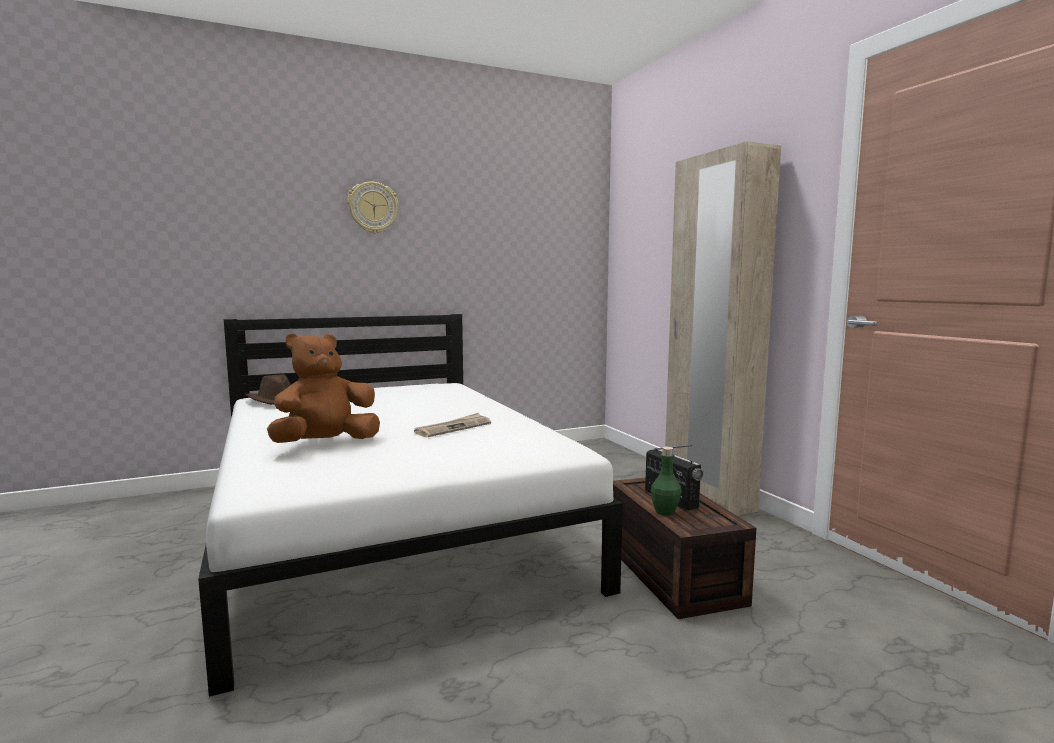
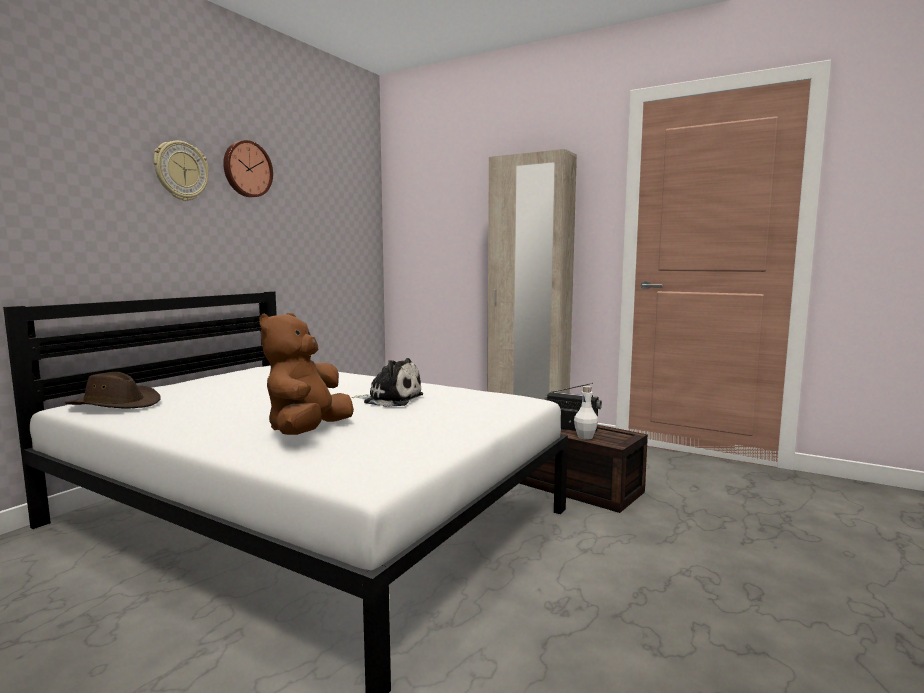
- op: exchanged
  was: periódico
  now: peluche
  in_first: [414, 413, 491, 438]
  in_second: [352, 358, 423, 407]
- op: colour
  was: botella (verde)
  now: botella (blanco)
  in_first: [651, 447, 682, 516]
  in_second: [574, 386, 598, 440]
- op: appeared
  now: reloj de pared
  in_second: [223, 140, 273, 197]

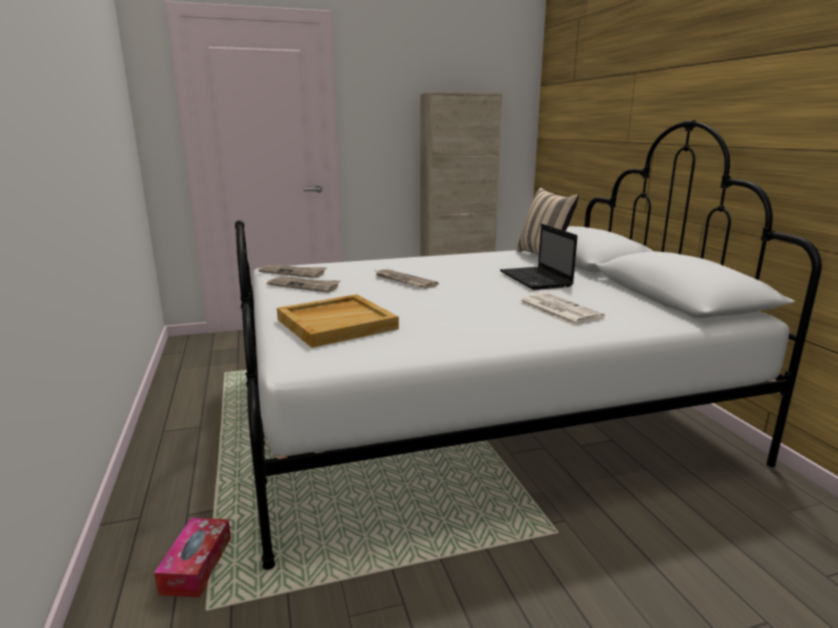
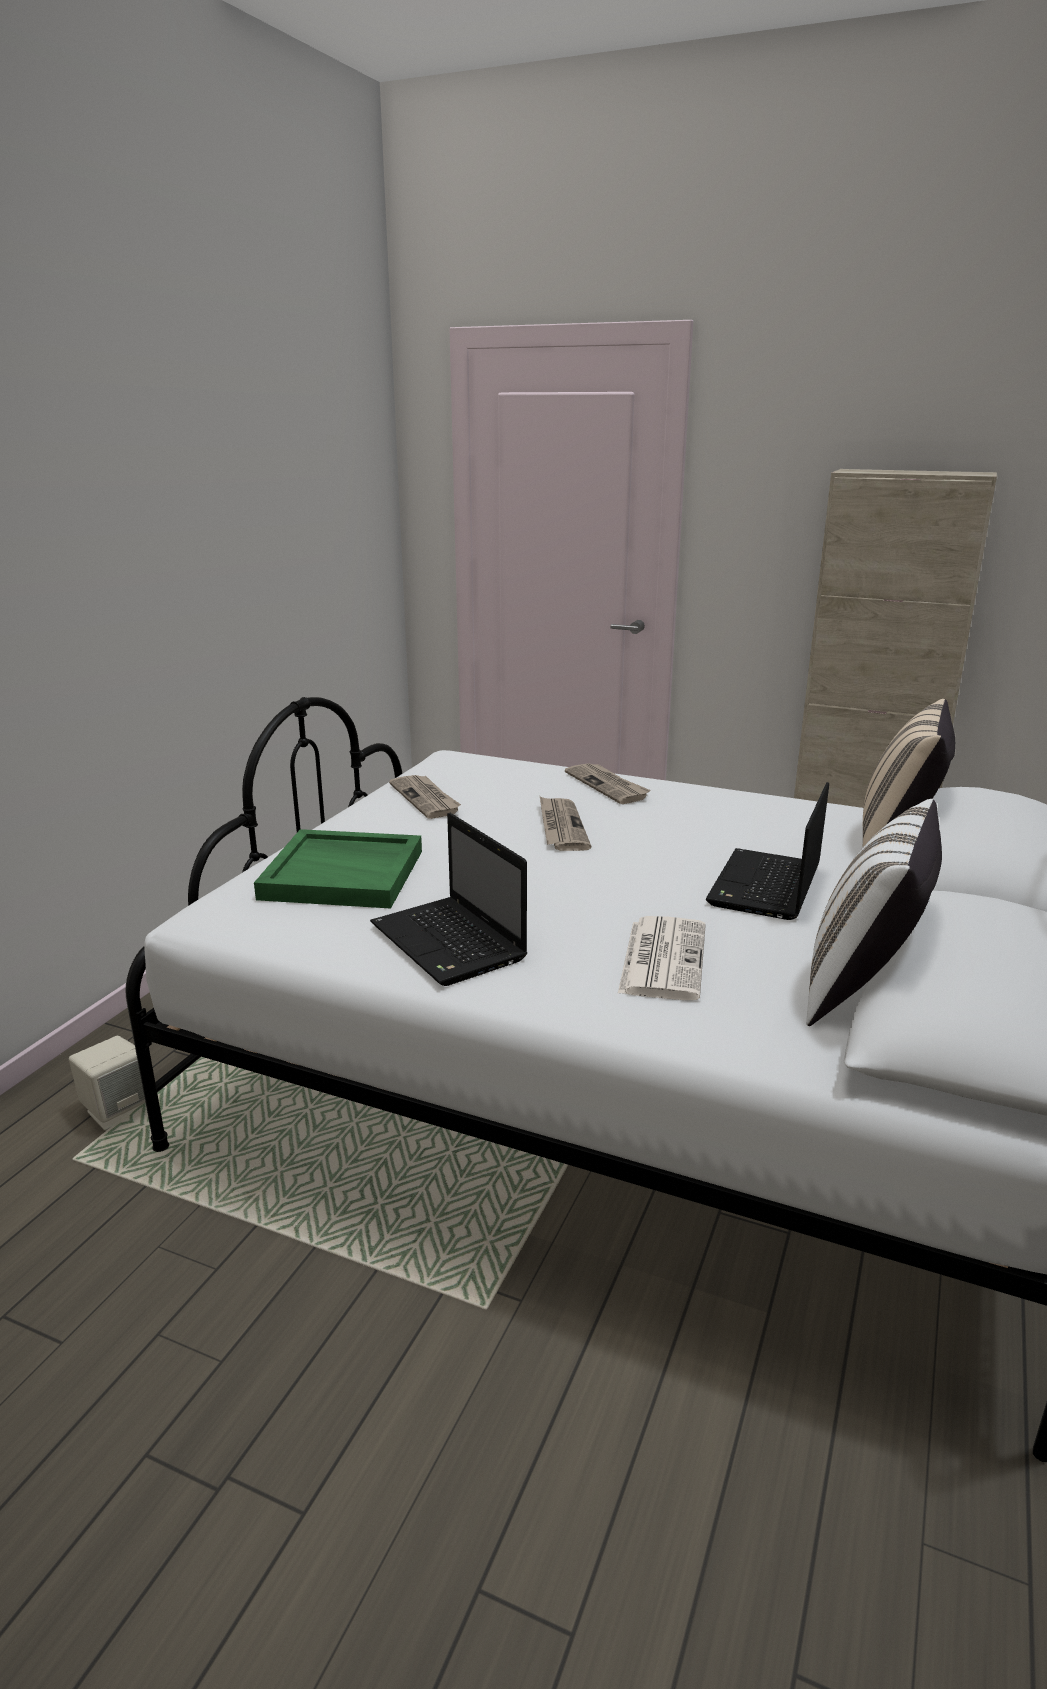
- op: relocated
  was: periódico
  in_first: [258, 264, 327, 278]
  in_second: [565, 763, 651, 804]
- op: colour
  was: bandeja (beis)
  now: bandeja (verde)
  in_first: [277, 294, 399, 348]
  in_second: [254, 829, 422, 909]
- op: exchanged
  was: caja de pañuelos
  now: altavoz (beis)
  in_first: [154, 518, 231, 597]
  in_second: [69, 1036, 146, 1131]
- op: appeared
  now: cojín (blanco)
  in_second: [806, 799, 942, 1026]
- op: appeared
  now: portátil
  in_second: [370, 813, 527, 986]

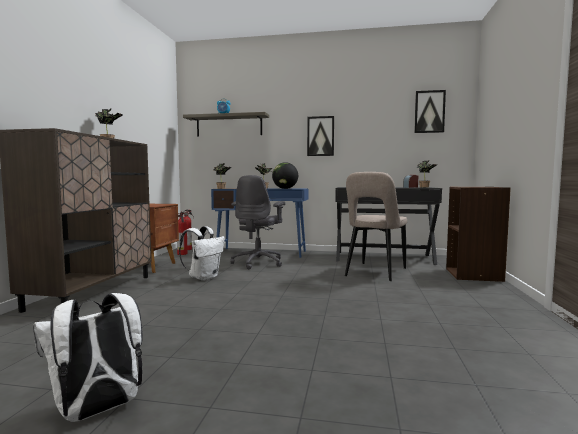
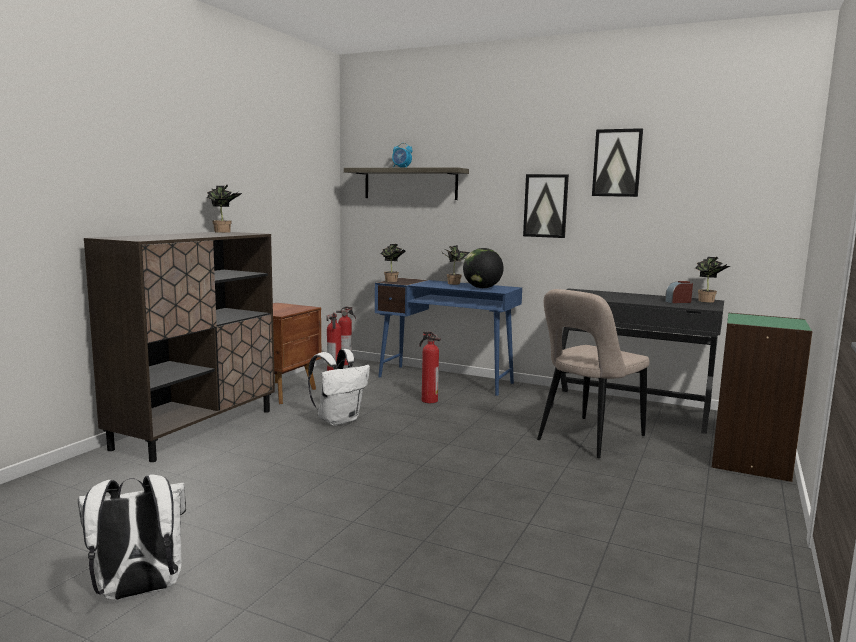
- op: relocated
  was: cuadro
  in_first: [414, 90, 446, 133]
  in_second: [592, 128, 643, 197]
- op: exchanged
  was: silla de oficina (gris)
  now: extintor
  in_first: [230, 175, 285, 269]
  in_second: [419, 331, 441, 403]
- op: colour
  was: estantería (marrón)
  now: estantería (verde)
  in_first: [446, 187, 511, 282]
  in_second: [712, 313, 813, 482]

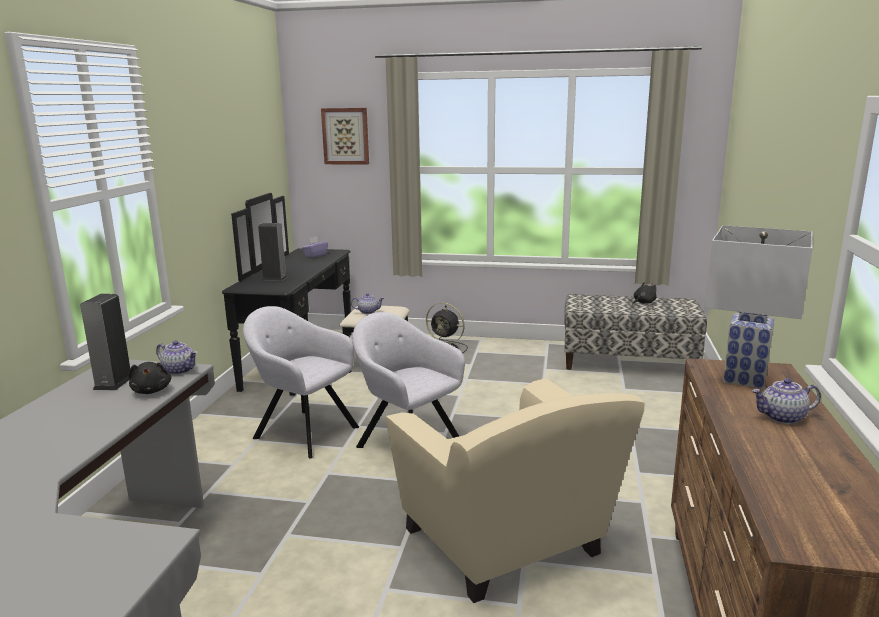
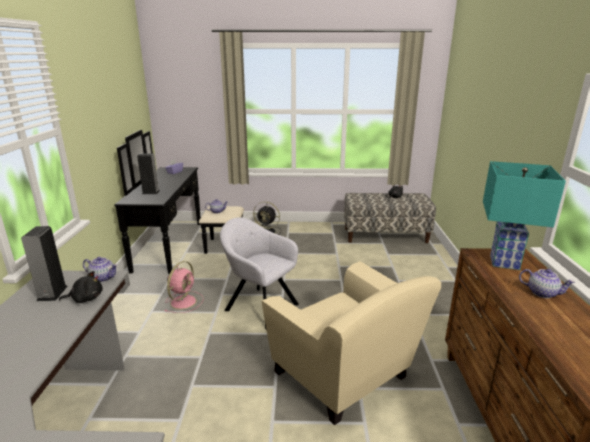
- op: missing
  was: cuadro
  in_first: [321, 108, 369, 165]
- op: colour
  was: lámpara de mesa (blanco)
  now: lámpara de mesa (turquesa)
  in_first: [705, 225, 813, 389]
  in_second: [483, 161, 566, 270]
- op: exchanged
  was: sillón (gris)
  now: ventilador (rosa)
  in_first: [243, 306, 359, 459]
  in_second: [165, 261, 204, 313]
- op: spun
  was: peluche (negro)
  in_first: [128, 362, 171, 394]
  in_second: [59, 271, 103, 303]
  clockwise: -75
- op: spun
  was: tetera
  in_first: [752, 378, 821, 424]
  in_second: [519, 269, 575, 298]
  clockwise: -135

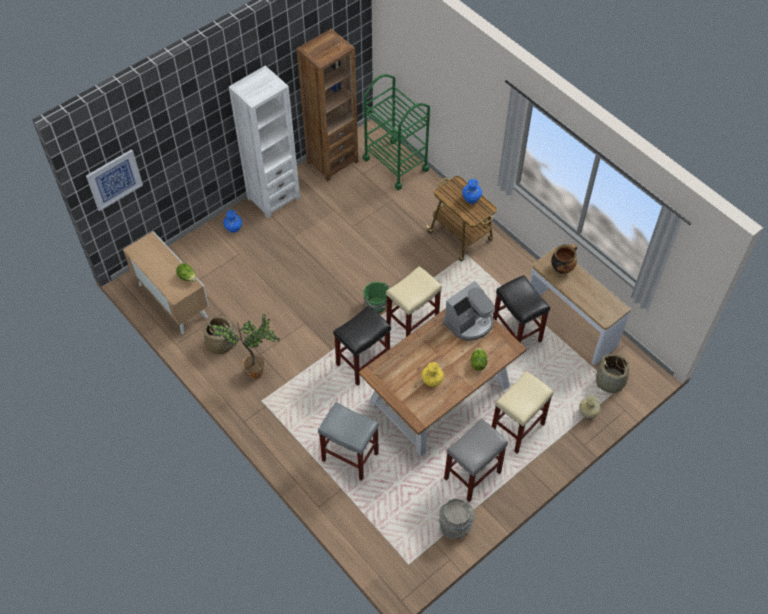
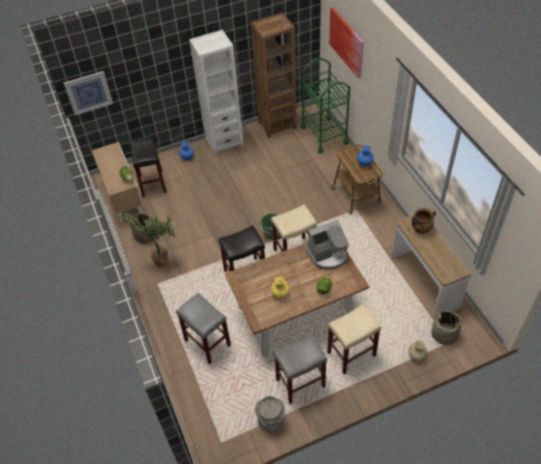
- op: relocated
  was: taburete (negro)
  in_first: [493, 275, 550, 343]
  in_second: [130, 137, 167, 197]
- op: appeared
  now: cuadro
  in_second: [329, 7, 364, 79]

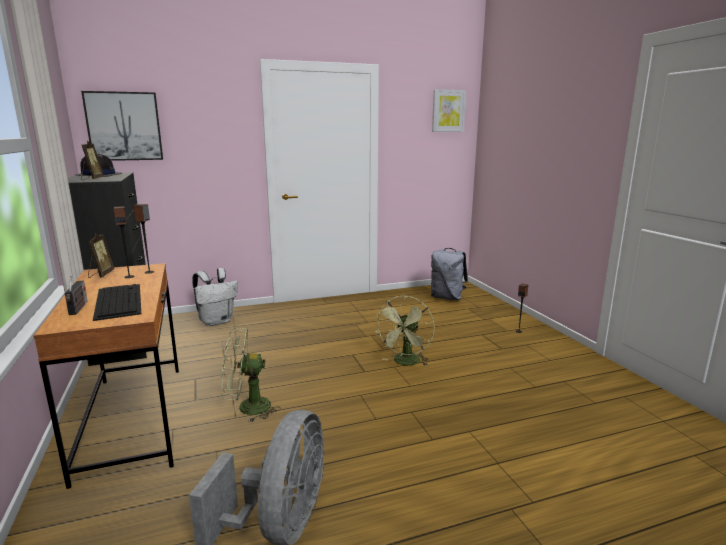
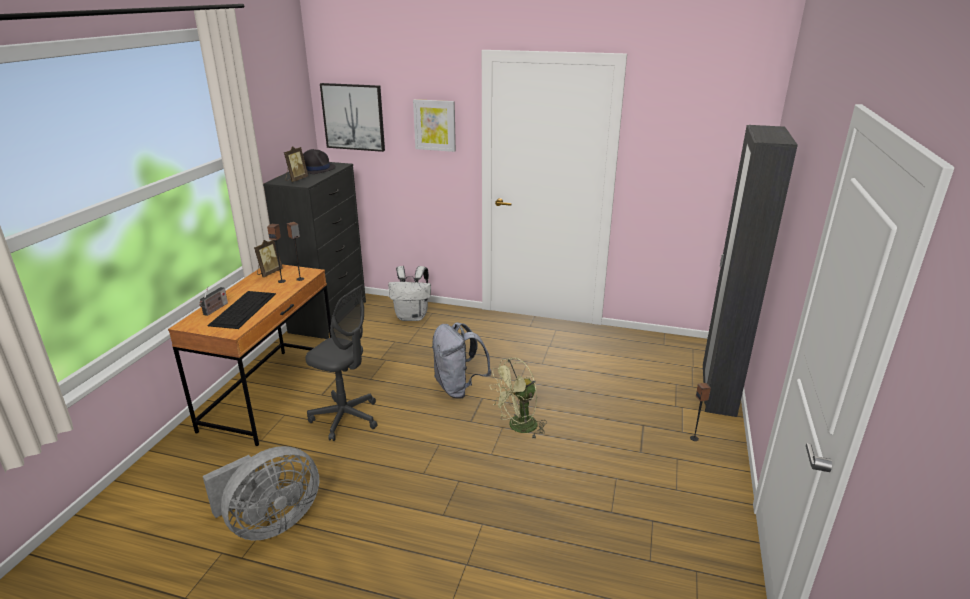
- op: relocated
  was: cuadro
  in_first: [432, 89, 466, 132]
  in_second: [413, 99, 456, 152]
- op: relocated
  was: mochila (gris)
  in_first: [431, 248, 468, 301]
  in_second: [432, 322, 492, 399]
- op: exchanged
  was: ventilador (verde)
  now: silla de oficina (gris)
  in_first: [221, 328, 280, 422]
  in_second: [305, 285, 378, 441]
- op: appeared
  now: armario ropero (negro)
  in_second: [703, 125, 798, 417]

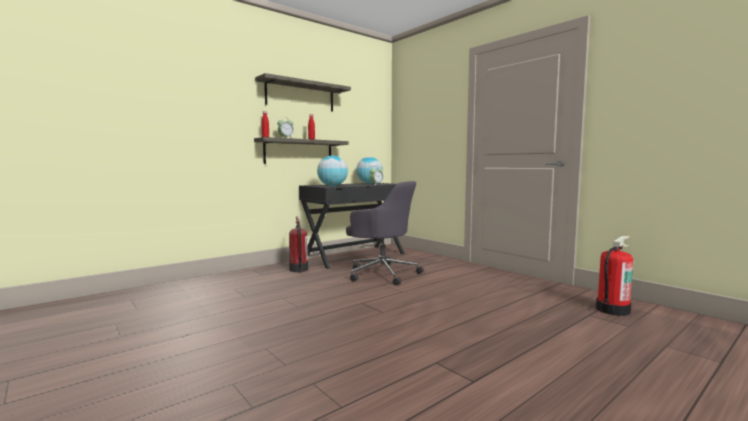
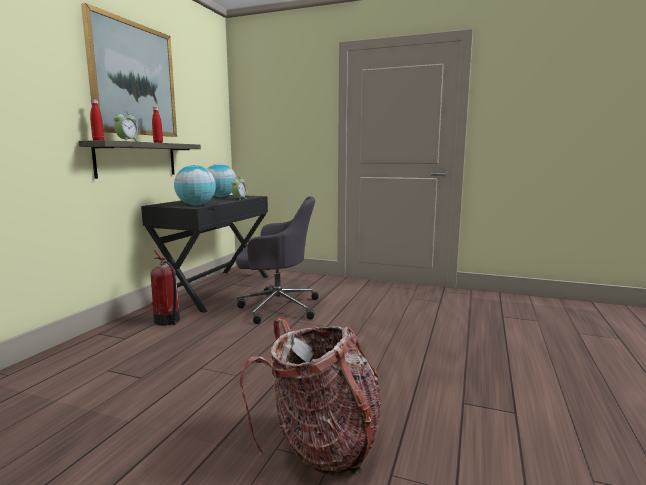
- op: exchanged
  was: estante
  now: cuadro
  in_first: [255, 73, 351, 112]
  in_second: [81, 3, 177, 137]
- op: missing
  was: extintor
  in_first: [596, 235, 633, 316]
- op: appeared
  now: mochila
  in_second: [239, 317, 381, 477]

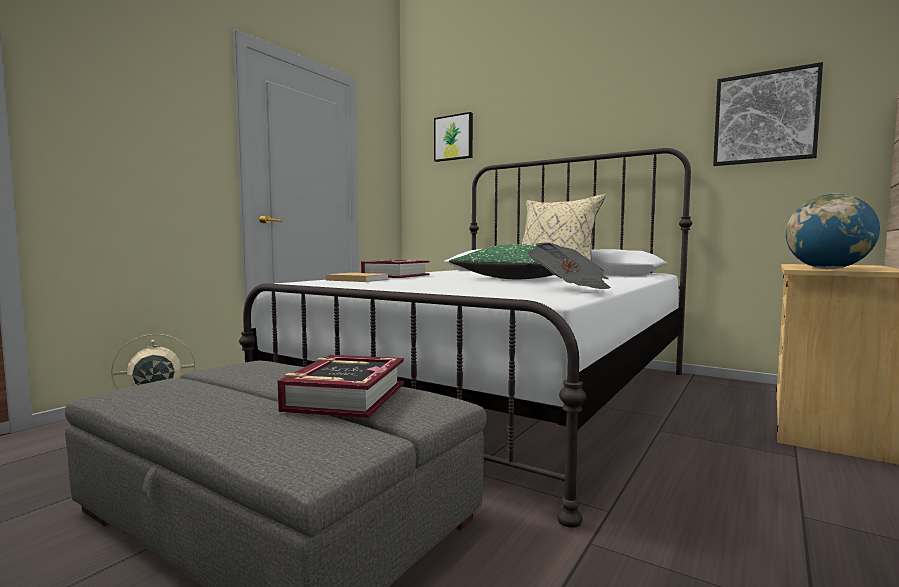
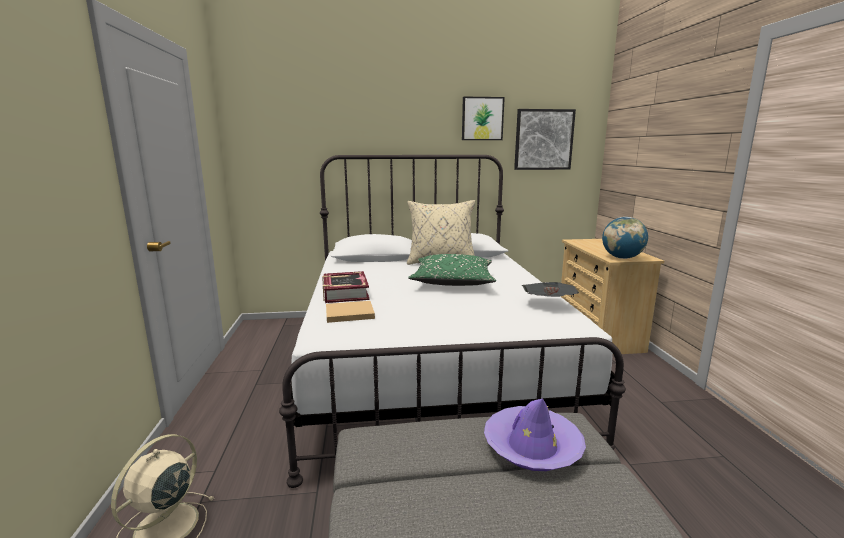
- op: relocated
  was: cuadro
  in_first: [434, 112, 473, 162]
  in_second: [462, 97, 505, 140]
- op: exchanged
  was: libro
  now: sombrero (morado)
  in_first: [278, 355, 404, 418]
  in_second: [484, 398, 586, 471]

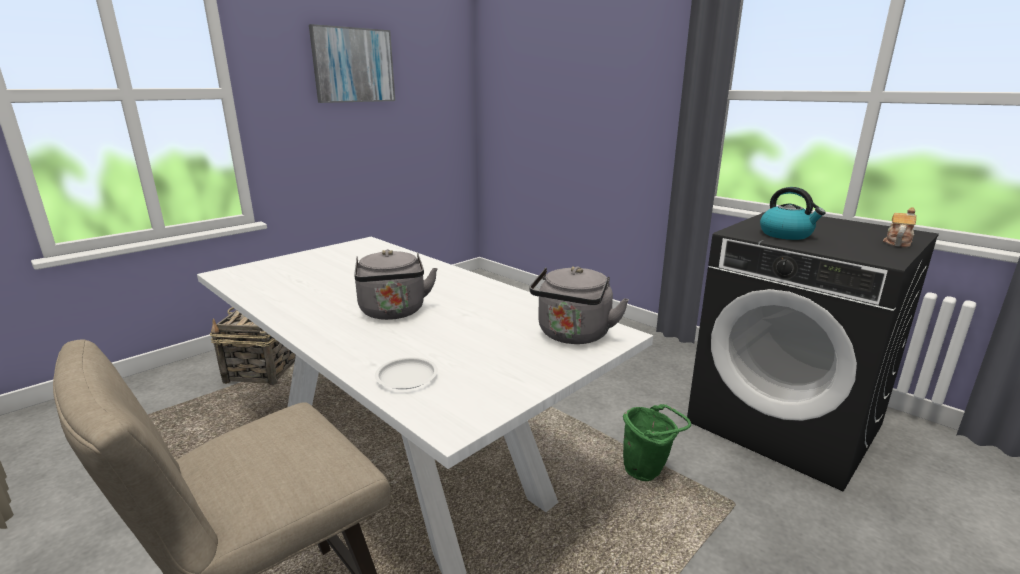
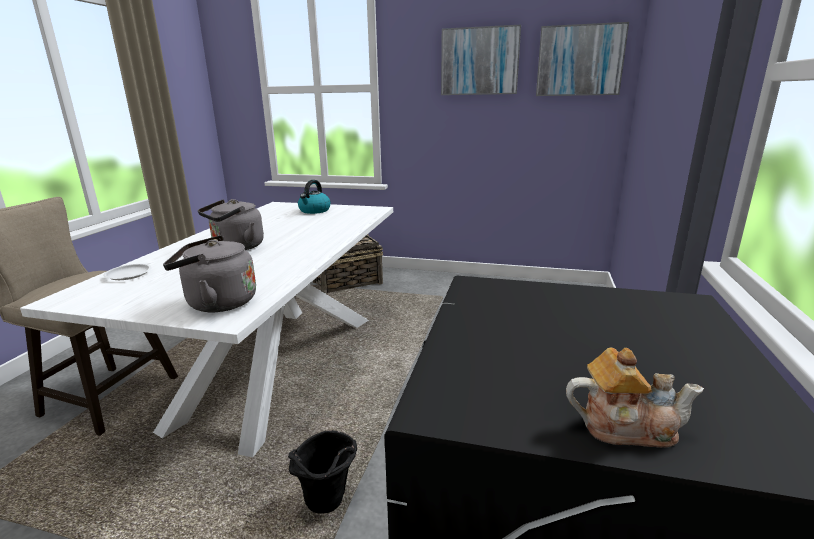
- op: relocated
  was: hervidor
  in_first: [760, 187, 826, 240]
  in_second: [298, 180, 331, 214]
- op: colour
  was: cubo (verde)
  now: cubo (negro)
  in_first: [623, 404, 691, 481]
  in_second: [288, 430, 357, 513]
- op: appeared
  now: cuadro
  in_second: [536, 22, 629, 96]

